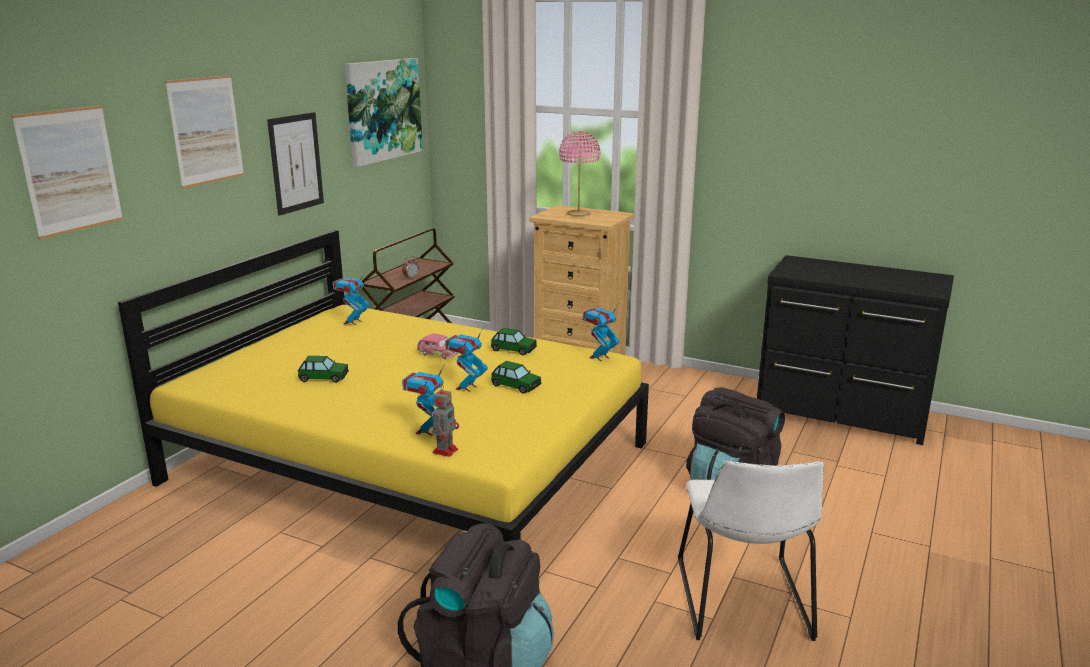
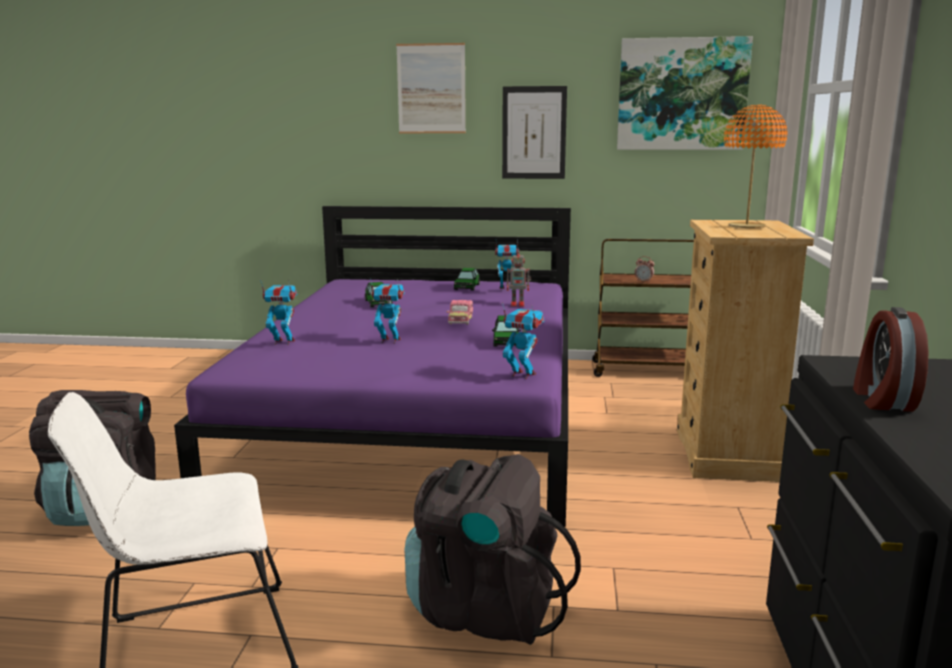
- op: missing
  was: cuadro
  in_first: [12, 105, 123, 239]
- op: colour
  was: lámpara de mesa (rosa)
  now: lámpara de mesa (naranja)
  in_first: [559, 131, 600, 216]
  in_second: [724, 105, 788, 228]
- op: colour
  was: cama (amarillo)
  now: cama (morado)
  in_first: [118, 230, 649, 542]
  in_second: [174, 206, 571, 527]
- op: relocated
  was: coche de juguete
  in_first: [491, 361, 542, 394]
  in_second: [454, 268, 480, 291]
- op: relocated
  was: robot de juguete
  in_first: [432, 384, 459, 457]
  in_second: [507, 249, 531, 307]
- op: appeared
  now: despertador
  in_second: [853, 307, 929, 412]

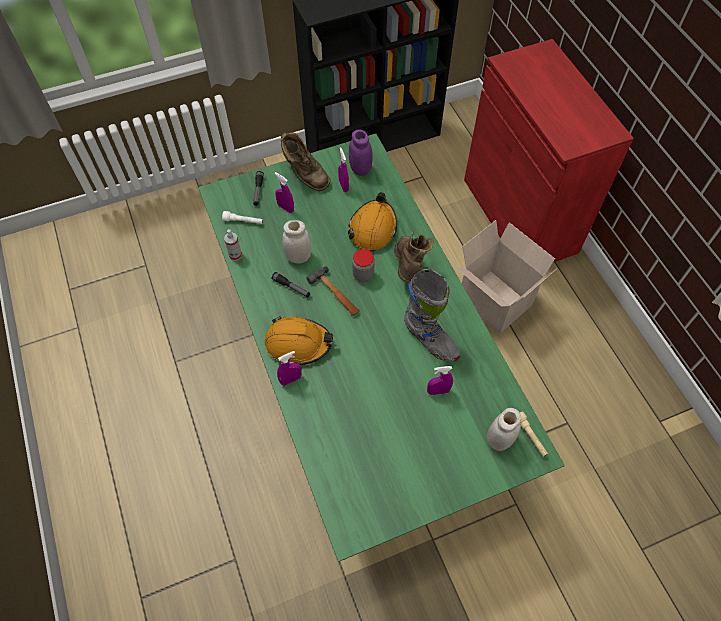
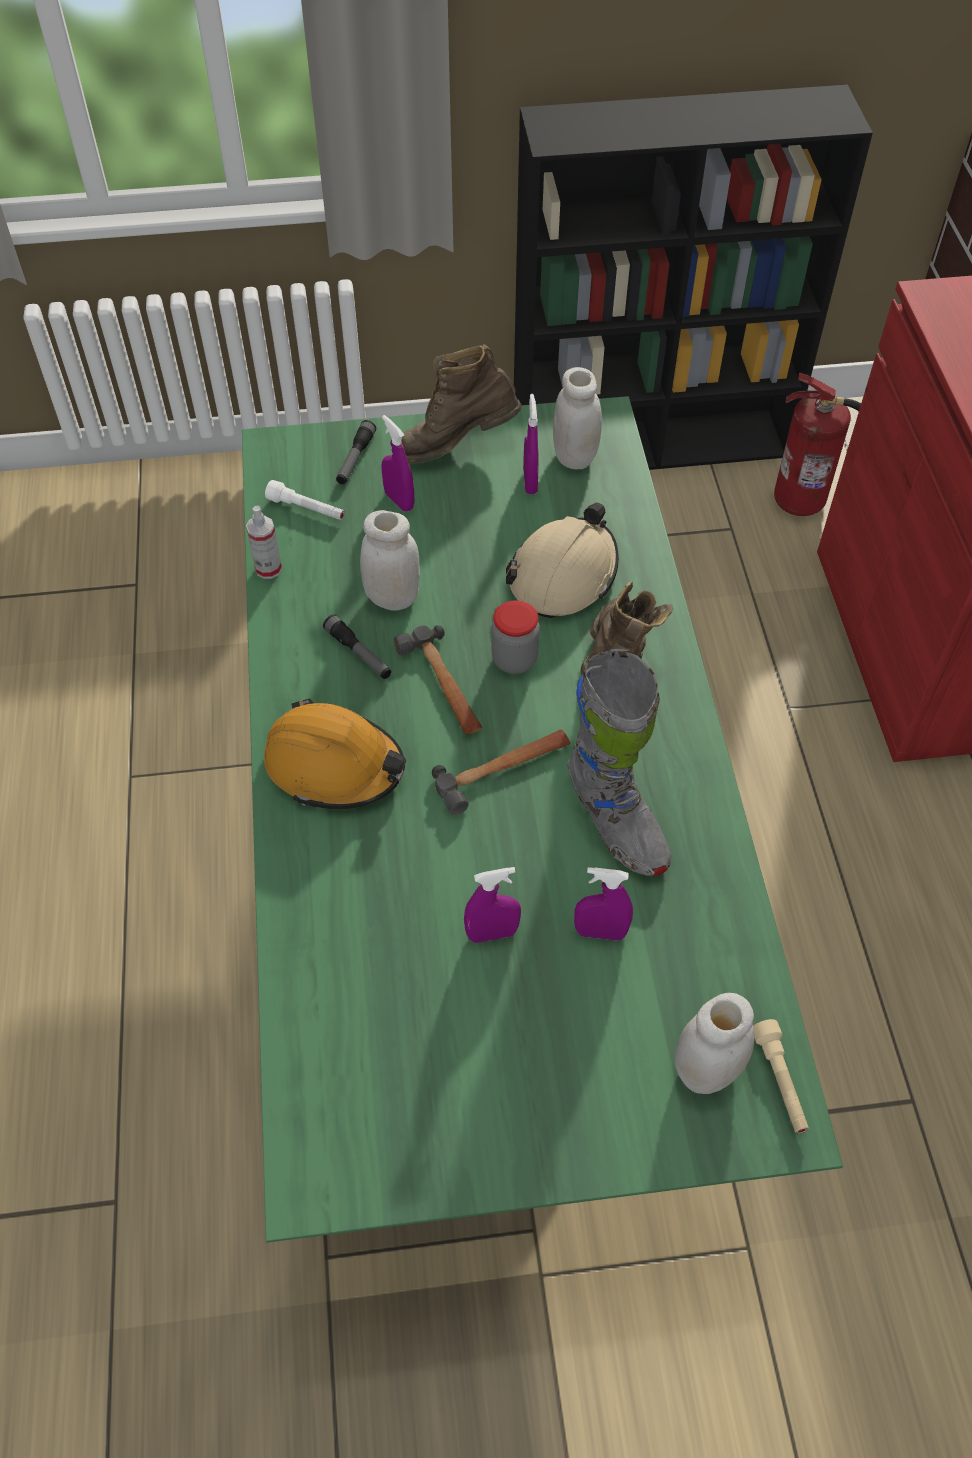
- op: colour
  was: tarro (morado)
  now: tarro (blanco)
  in_first: [349, 130, 373, 176]
  in_second: [553, 367, 602, 469]
- op: spun
  was: bota (marrón)
  in_first: [281, 132, 331, 192]
  in_second: [401, 344, 522, 464]
  clockwise: 105
- op: colour
  was: casco (naranja)
  now: casco (beis)
  in_first: [348, 192, 397, 251]
  in_second: [506, 503, 619, 618]
- op: missing
  was: caja de cartón
  in_first: [456, 220, 556, 334]
- op: relocated
  was: pulverizador (morado)
  in_first: [277, 351, 302, 386]
  in_second: [464, 867, 521, 943]
- op: appeared
  now: extintor
  in_second: [774, 373, 861, 516]
- op: appeared
  now: martillo
  in_second: [432, 729, 570, 815]

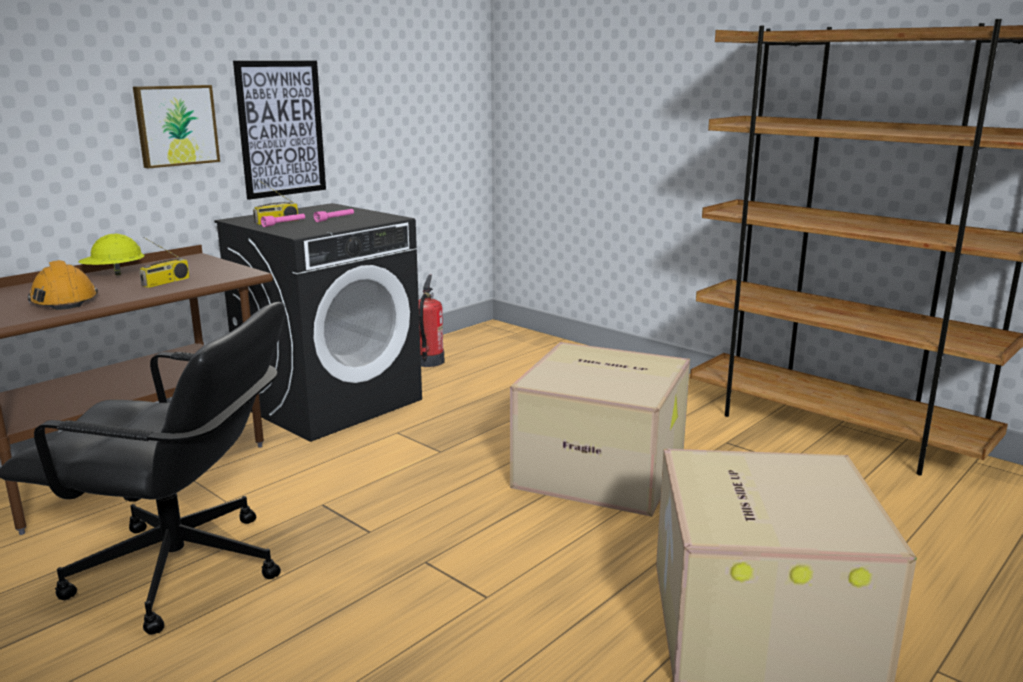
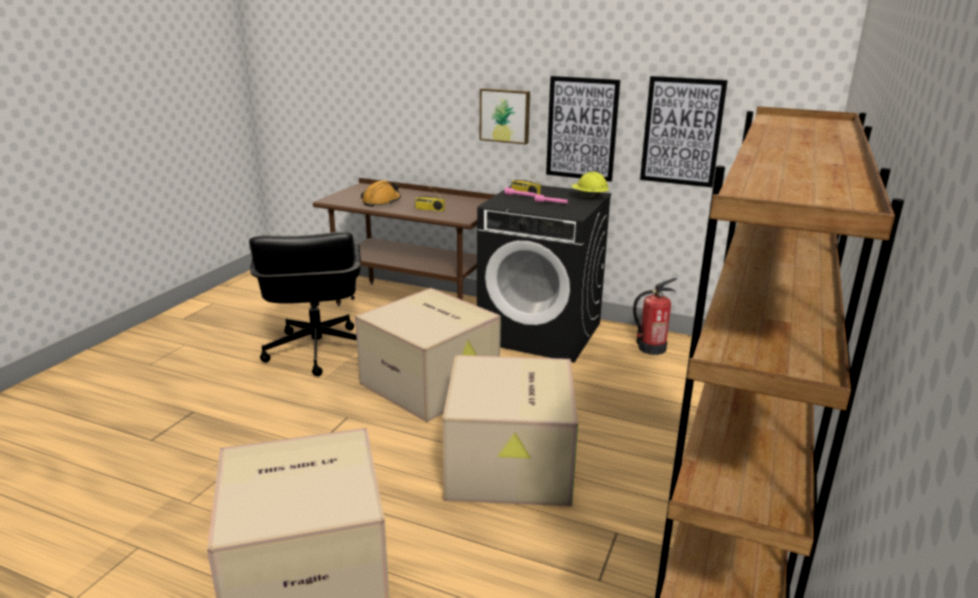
- op: relocated
  was: casco (amarillo)
  in_first: [78, 234, 145, 275]
  in_second: [572, 172, 609, 199]
- op: appeared
  now: cuadro
  in_second: [640, 76, 728, 187]
- op: appeared
  now: caja de cartón
  in_second: [355, 288, 501, 422]

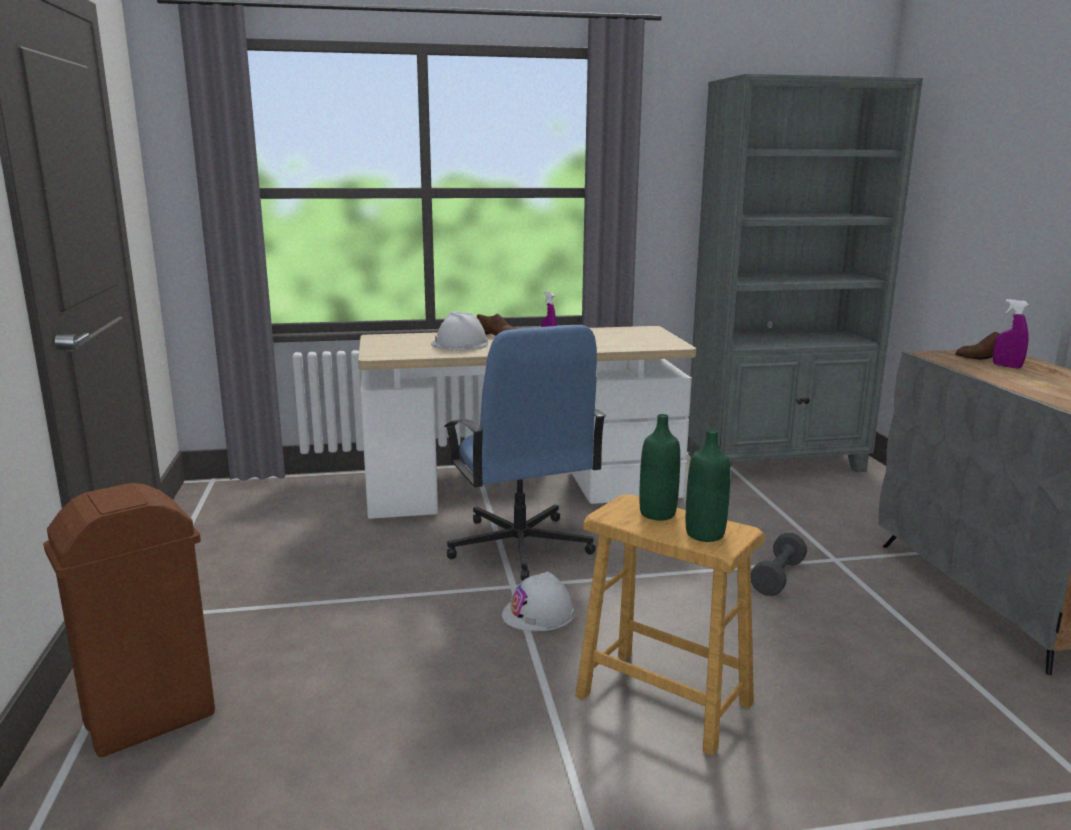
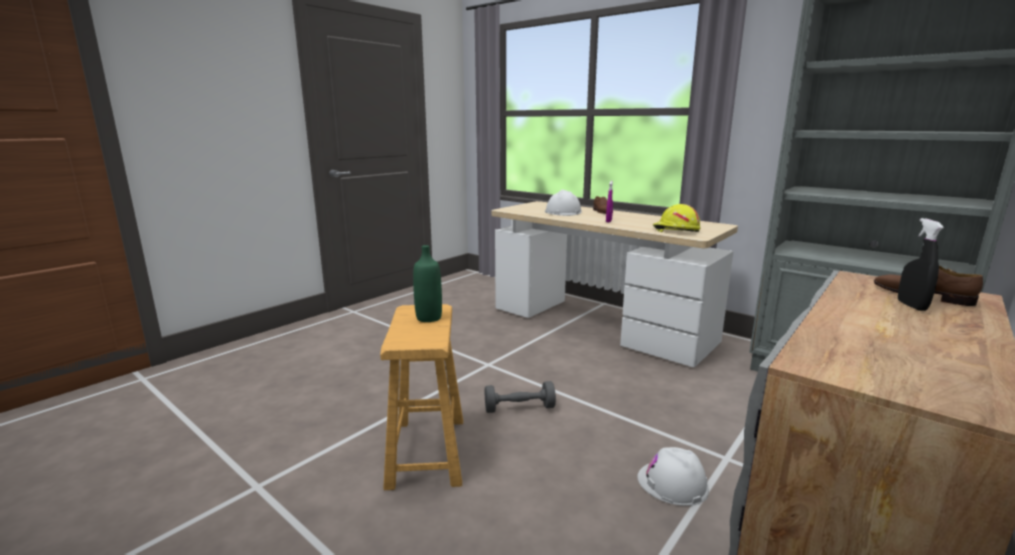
- op: colour
  was: pulverizador (morado)
  now: pulverizador (negro)
  in_first: [993, 299, 1029, 368]
  in_second: [898, 218, 944, 311]
- op: missing
  was: silla de oficina (azul)
  in_first: [444, 325, 606, 581]
- op: missing
  was: botella (verde)
  in_first: [686, 429, 731, 542]
- op: missing
  was: papelera (marrón)
  in_first: [43, 483, 215, 757]
- op: relocated
  was: mancuerna (gris)
  in_first: [751, 533, 807, 596]
  in_second: [485, 381, 556, 413]
- op: relocated
  was: casco (blanco)
  in_first: [502, 572, 575, 631]
  in_second: [637, 447, 709, 506]
- op: appeared
  now: casco (amarillo)
  in_second: [653, 204, 700, 232]

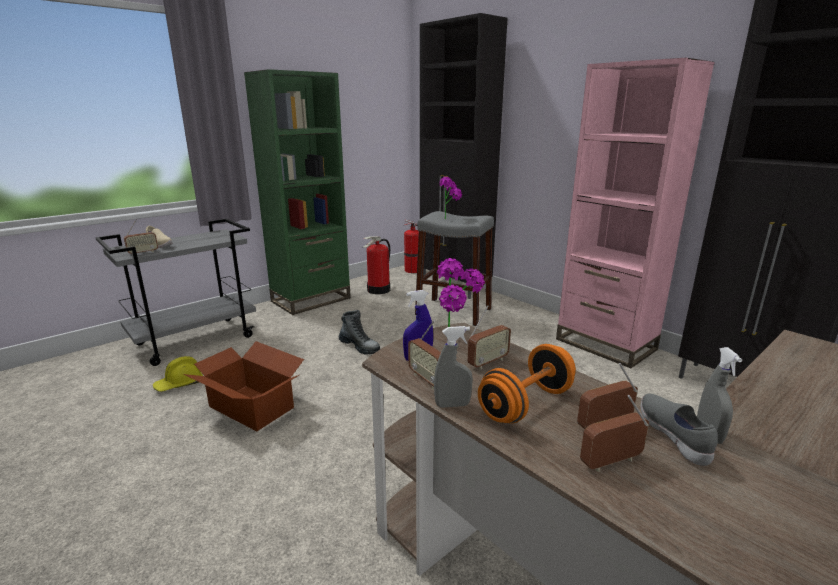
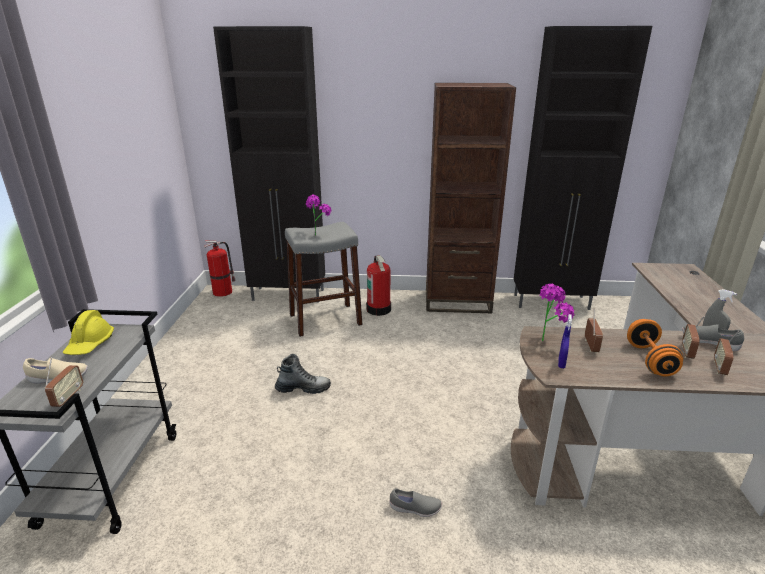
- op: colour
  was: estantería (rosa)
  now: estantería (marrón)
  in_first: [556, 58, 715, 368]
  in_second: [426, 83, 516, 313]
- op: missing
  was: estantería (verde)
  in_first: [244, 69, 351, 315]
- op: relocated
  was: extintor
  in_first: [363, 236, 390, 294]
  in_second: [366, 255, 391, 316]
- op: missing
  was: radio
  in_first: [408, 320, 441, 389]
- op: missing
  was: pulverizador (gris)
  in_first: [434, 326, 473, 408]
- op: missing
  was: caja de cartón
  in_first: [184, 341, 304, 431]
- op: relocated
  was: casco (amarillo)
  in_first: [153, 356, 203, 392]
  in_second: [63, 310, 114, 355]
- op: appeared
  now: zapato (gris)
  in_second: [390, 488, 442, 517]

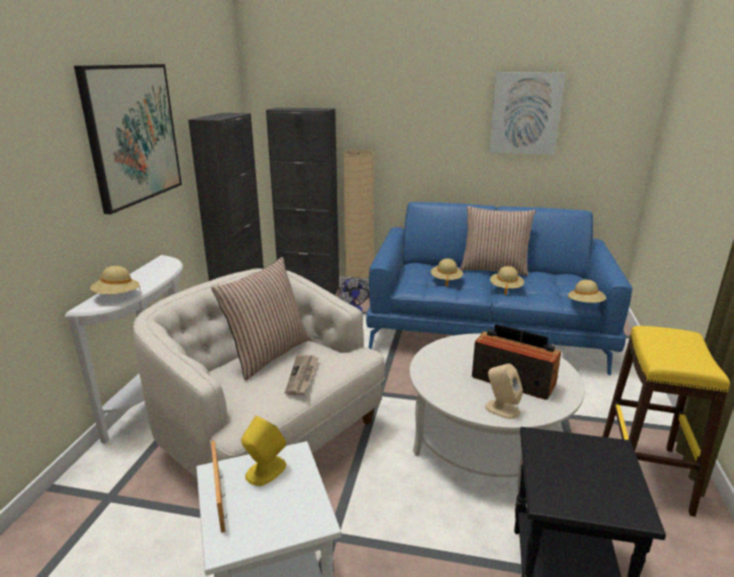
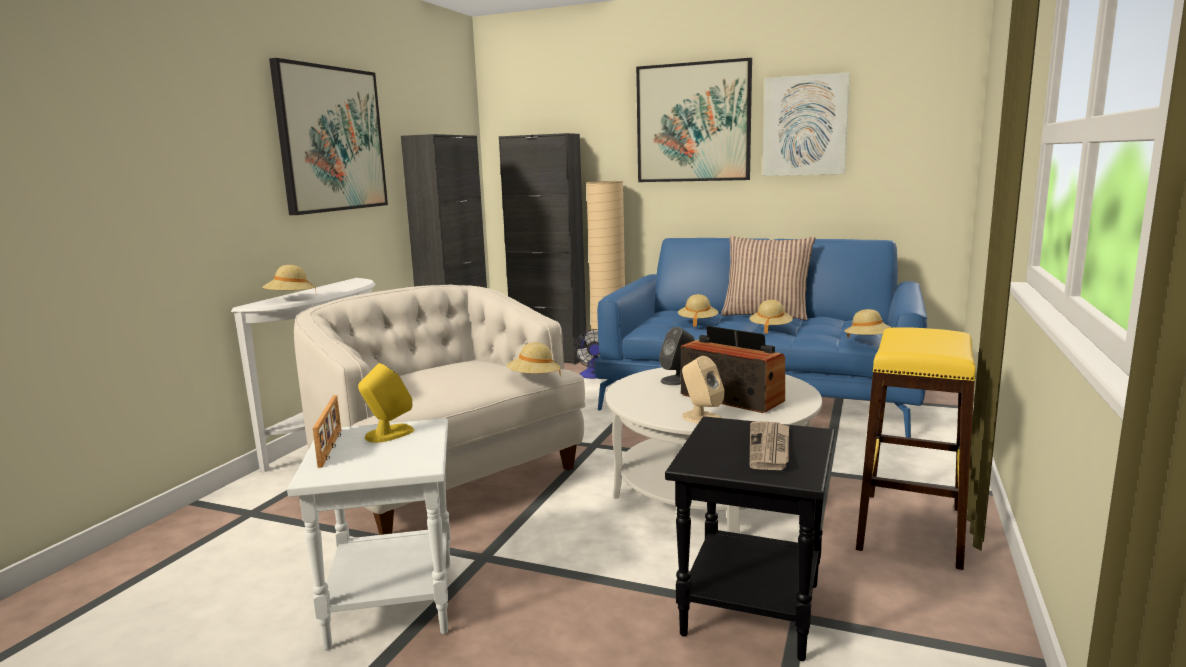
- op: missing
  was: cojín
  in_first: [211, 257, 311, 381]
- op: relocated
  was: periódico
  in_first: [285, 355, 319, 395]
  in_second: [750, 421, 789, 470]
- op: appeared
  now: cuadro
  in_second: [636, 58, 752, 182]
- op: appeared
  now: altavoz (gris)
  in_second: [659, 327, 695, 385]
- op: appeared
  now: sombrero (beis)
  in_second: [506, 342, 561, 376]

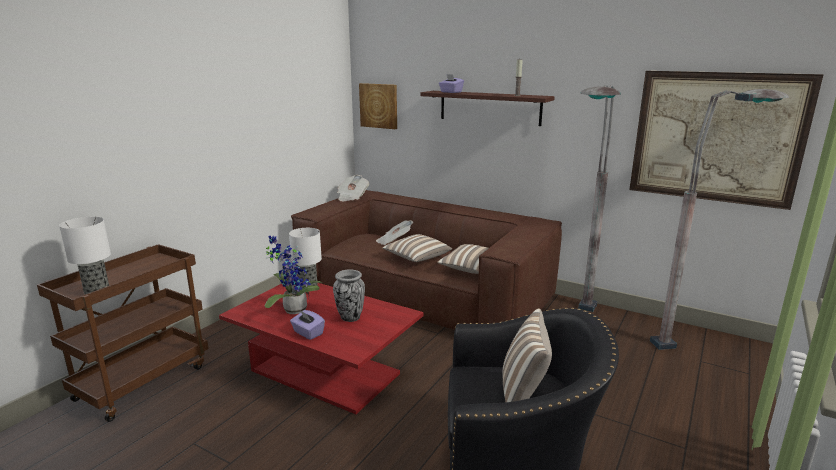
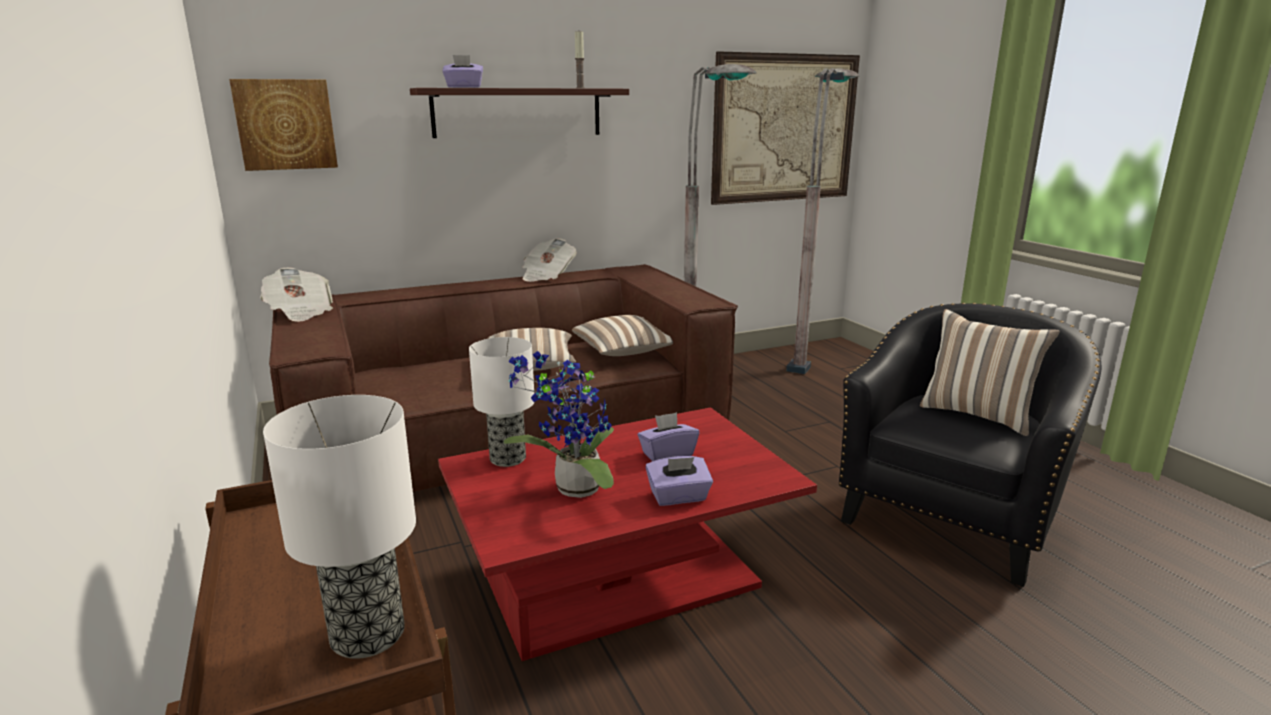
- op: relocated
  was: periódico
  in_first: [376, 220, 413, 245]
  in_second: [522, 238, 577, 282]
- op: exchanged
  was: florero
  now: caja de pañuelos (morado)
  in_first: [333, 269, 365, 322]
  in_second: [638, 412, 699, 461]

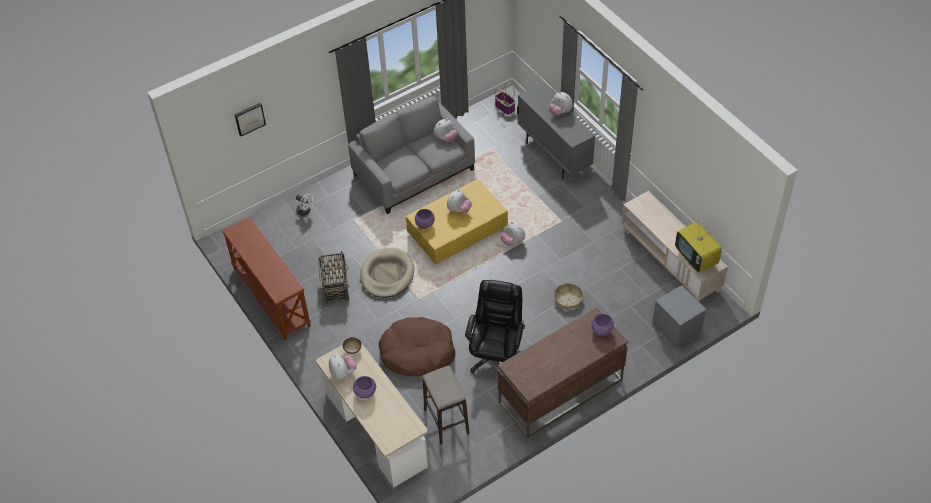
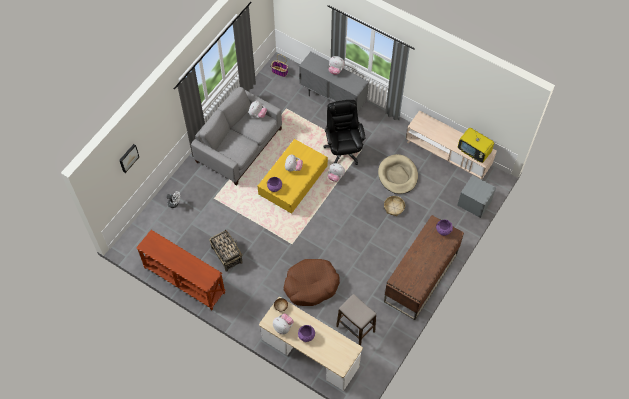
- op: relocated
  was: cama para perro (beis)
  in_first: [360, 248, 414, 298]
  in_second: [378, 154, 418, 194]
- op: relocated
  was: silla de oficina (negro)
  in_first: [465, 280, 525, 373]
  in_second: [323, 100, 366, 165]

